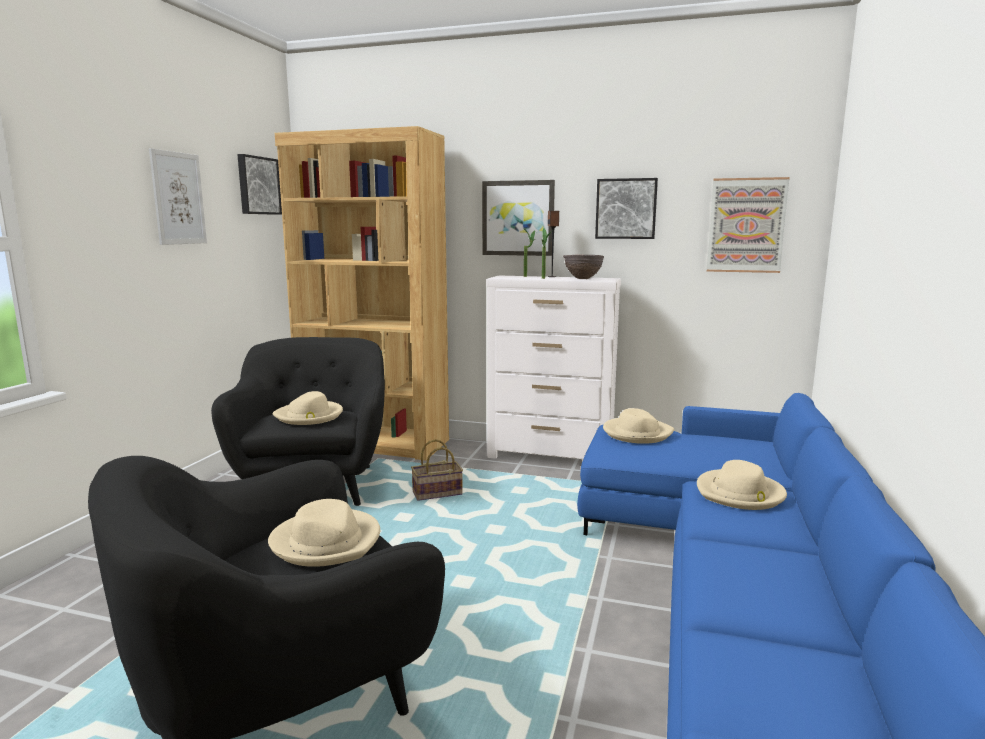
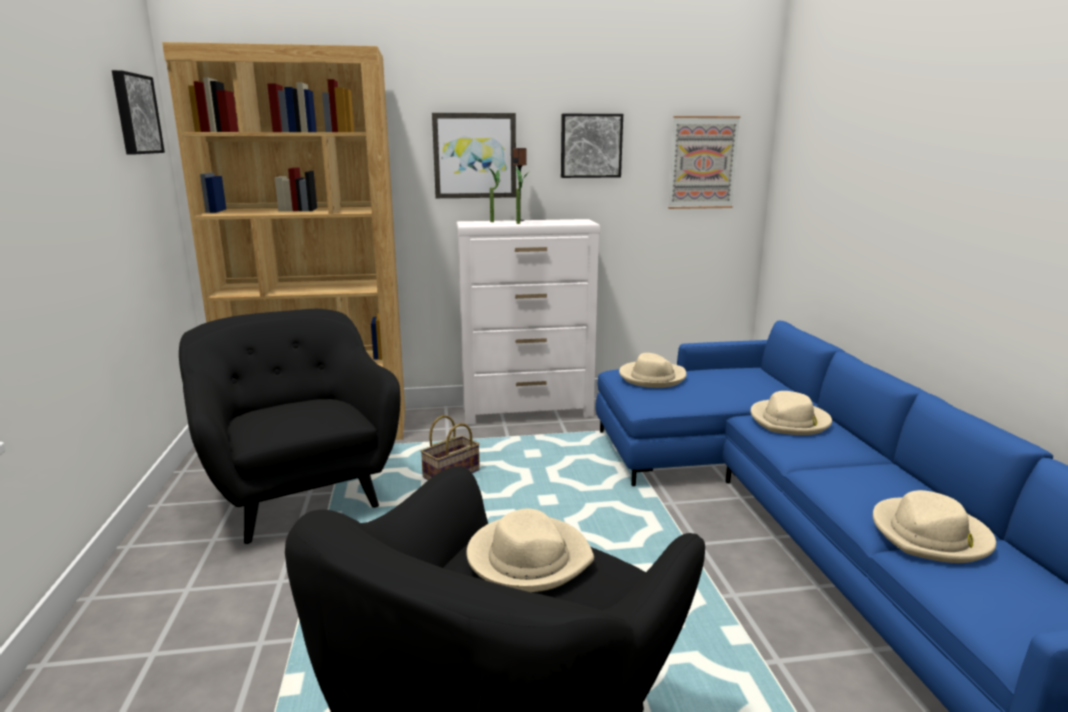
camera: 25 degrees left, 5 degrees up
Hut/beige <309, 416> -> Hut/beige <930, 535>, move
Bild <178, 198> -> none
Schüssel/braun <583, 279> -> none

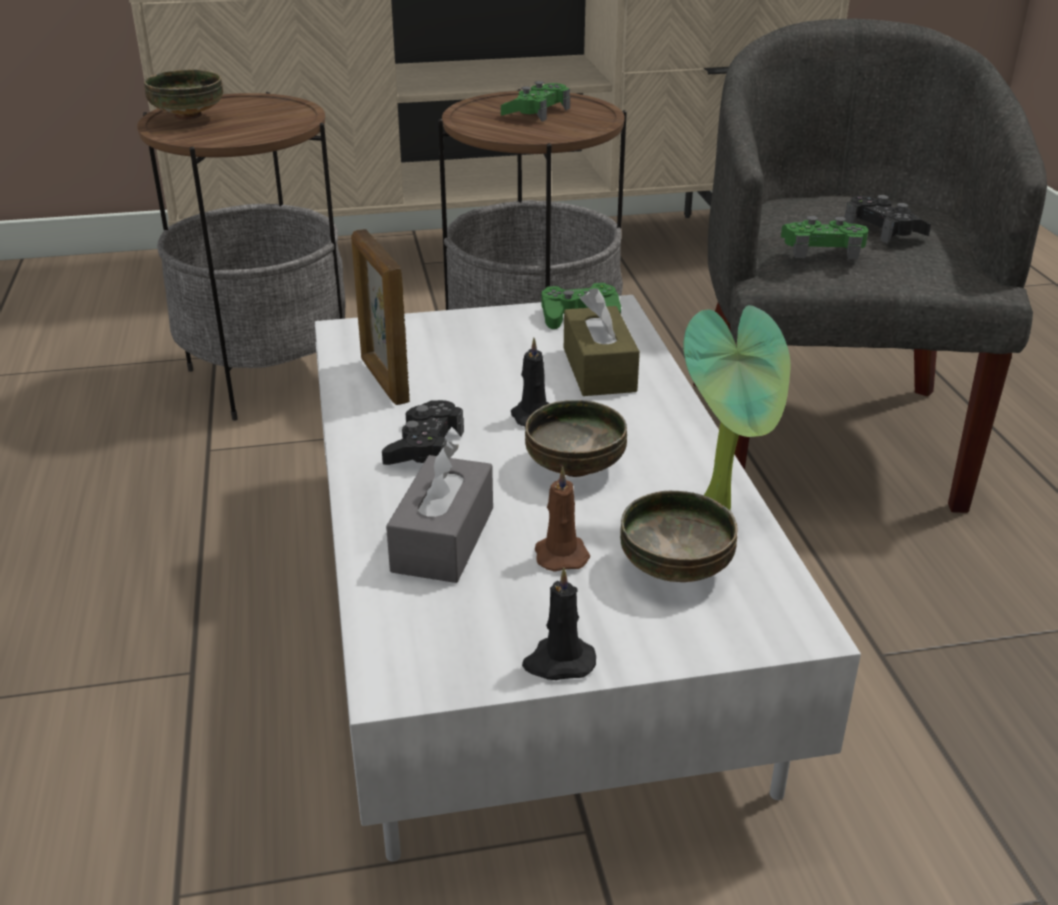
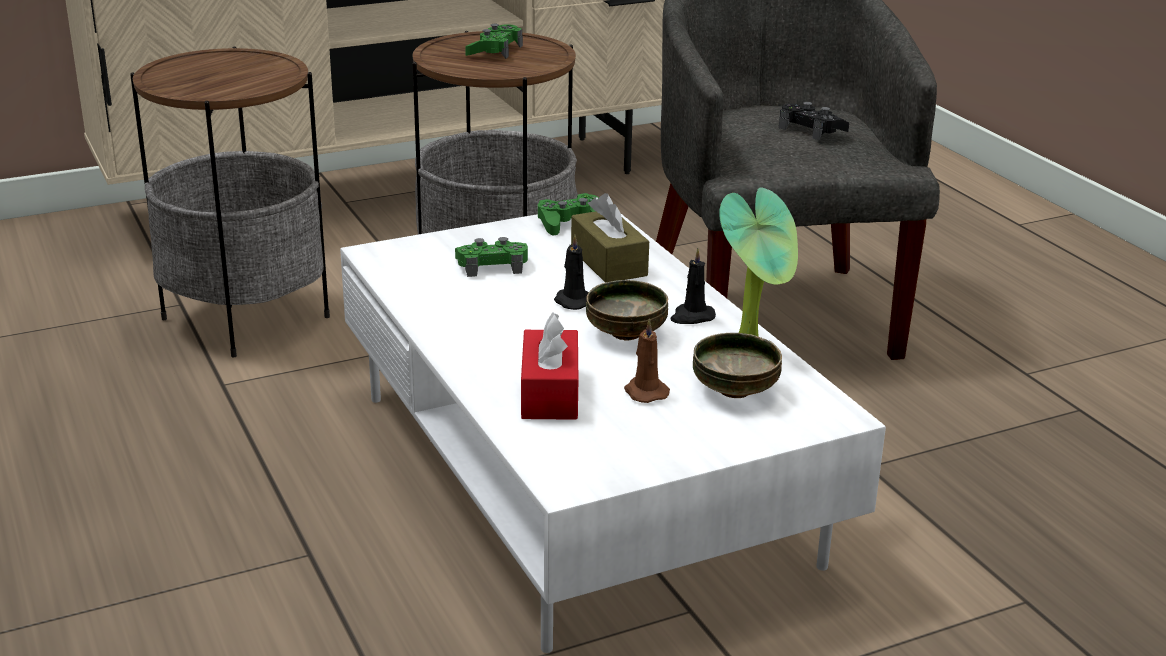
camera: 15 degrees left, 5 degrees down
Gamepad/grün <822, 249> -> Gamepad/grün <492, 266>, move
Taschentuchbox/grau <443, 539> -> Taschentuchbox/rot <550, 393>
Kerze/schwarz <558, 662> -> Kerze/schwarz <692, 317>, move
Schüssel <187, 116> -> none
Bilderrahmen <384, 381> -> none
Gamepad/schwarz <424, 446> -> none

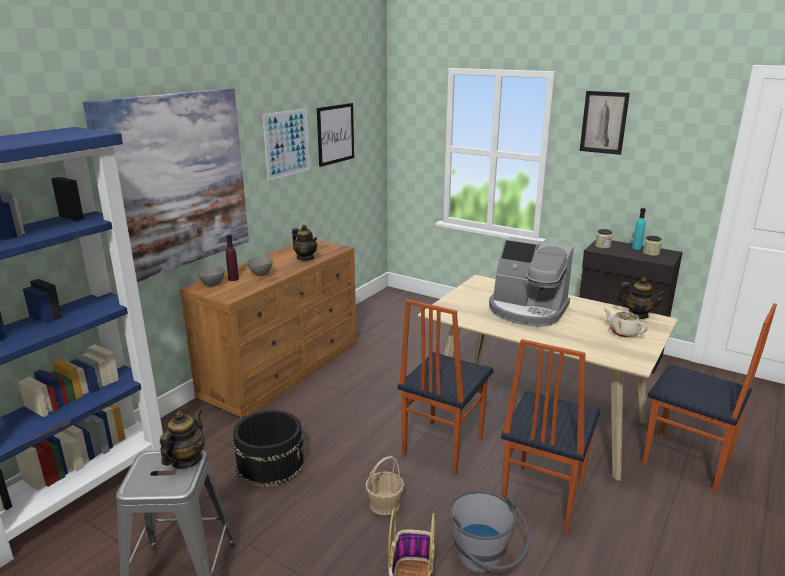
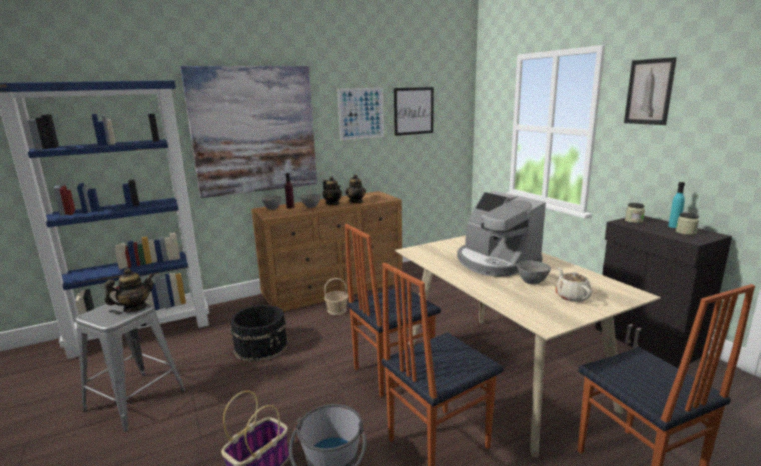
camera: 30 degrees right, 5 degrees down
Teekanne <637, 315> -> Teekanne <333, 204>, move
Korb <385, 504> -> Korb <337, 310>, move
none -> Schüssel/grau <532, 282>

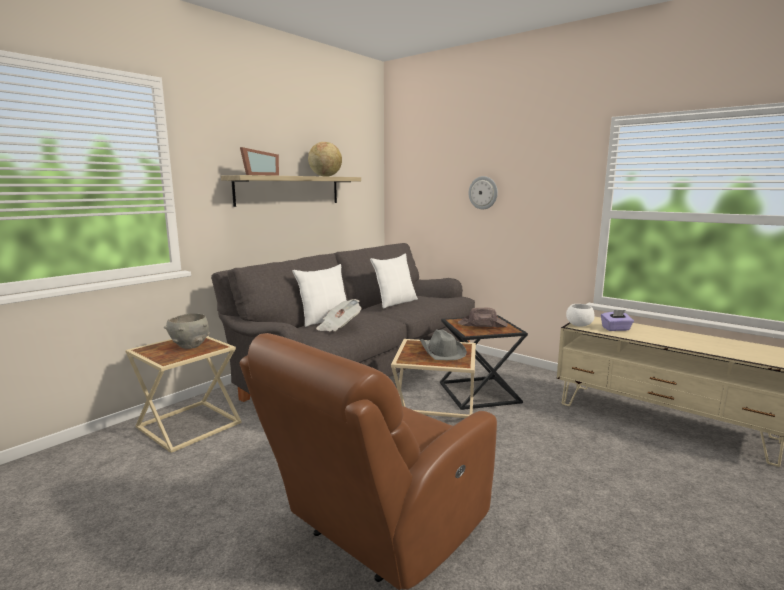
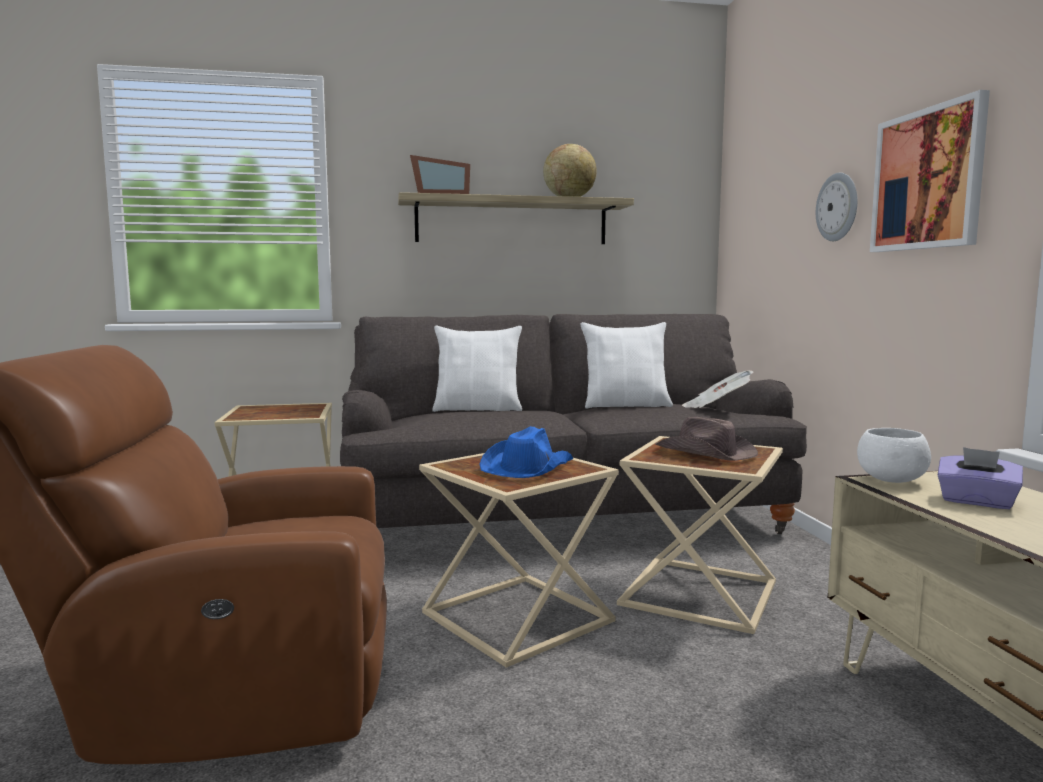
camera: 40 degrees right, 5 degrees down
Hut/grau <441, 352> -> Hut/blau <527, 467>
Beistelltisch/schwarz <480, 393> -> Beistelltisch/beige <700, 596>
Zeitung <339, 327> -> Zeitung <716, 407>, move
none -> Bild <927, 179>
Schüssel/grau <190, 346> -> none

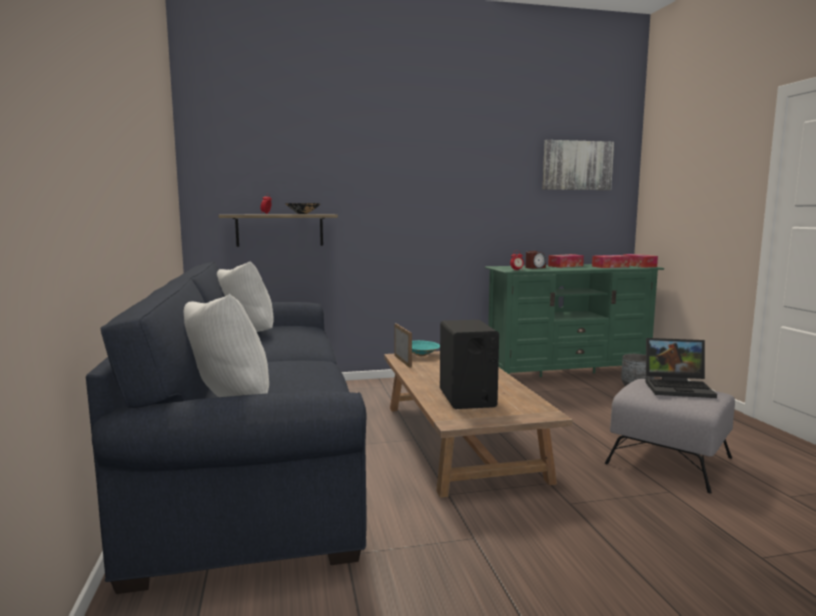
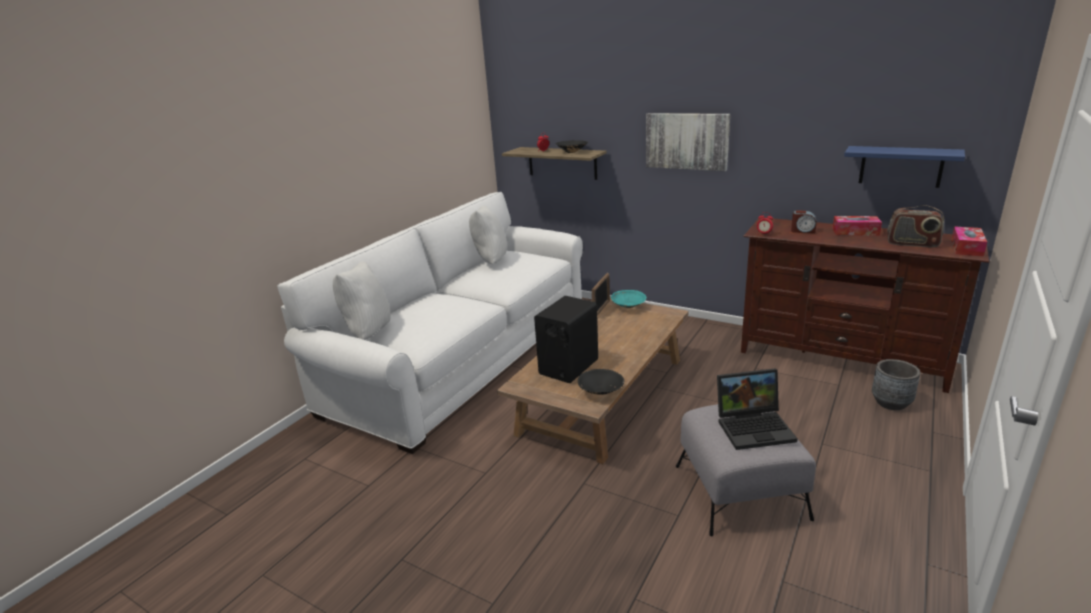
camera: 45 degrees right, 15 degrees up
Sofa/blau <255, 458> -> Sofa/weiß <464, 358>
none -> Schüssel/schwarz <601, 391>
Bild <577, 165> -> Bild <687, 141>, move
Laptop <679, 387> -> Laptop <755, 427>, 60 degrees counterclockwise
Fernsehschrank/grün <567, 374> -> Fernsehschrank/braun <841, 358>
none -> Wandregal/blau <901, 166>
Taschentuchbox <610, 266> -> Radio <912, 244>

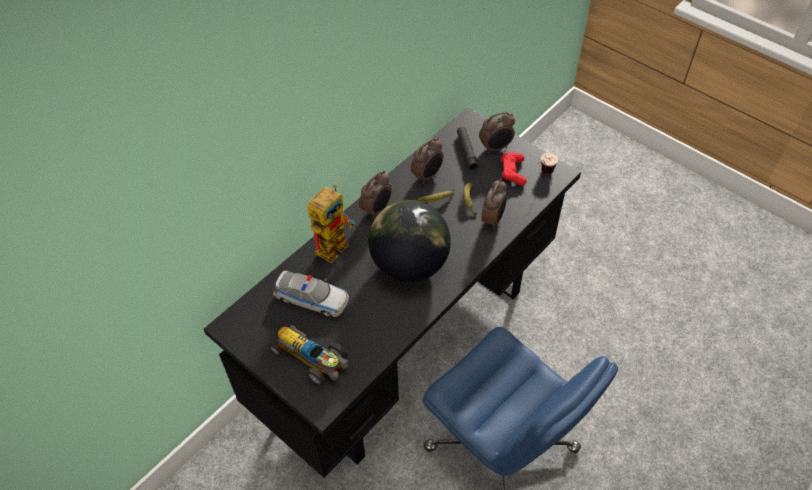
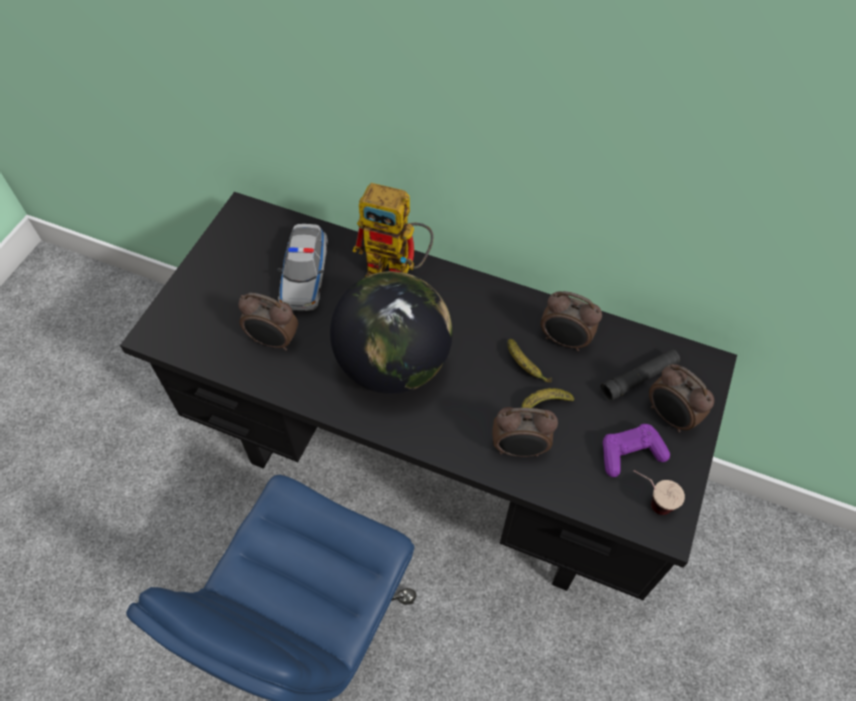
camera: 70 degrees right, 5 degrees up
Wecker <377, 210> -> Wecker <273, 341>, move
Gamepad/rot <512, 172> -> Gamepad/lila <630, 453>
Spielzeugauto <311, 358> -> none

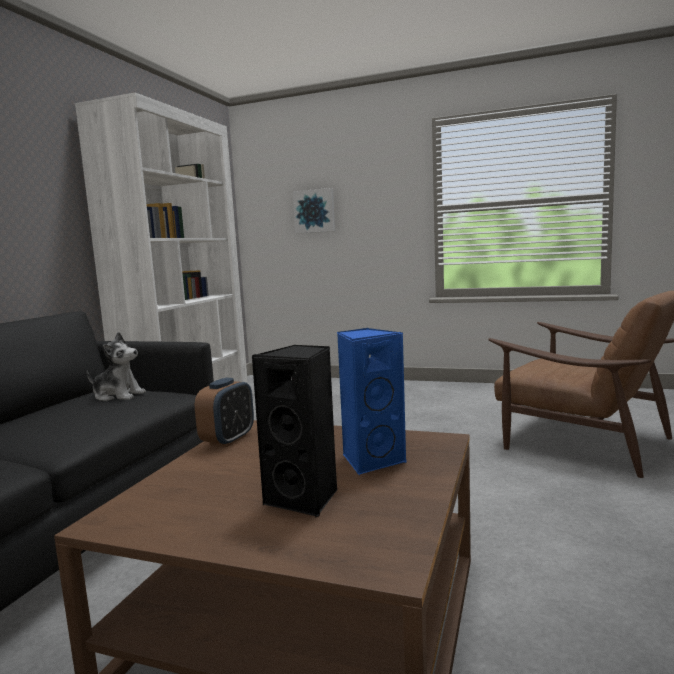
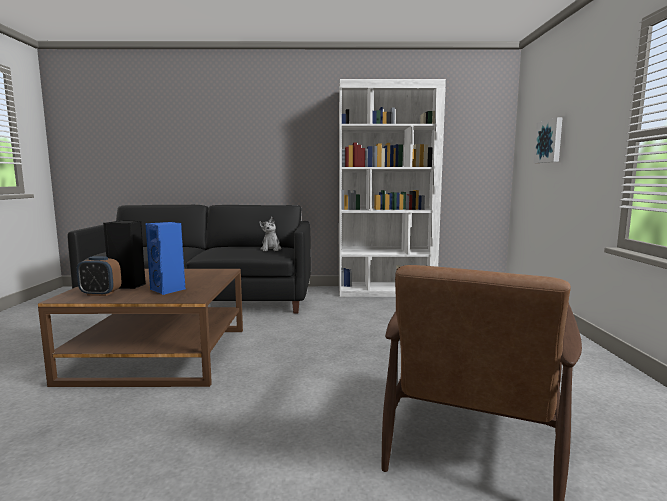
camera: 70 degrees right, 0 degrees up
Wecker <228, 440> -> Wecker <100, 294>, move

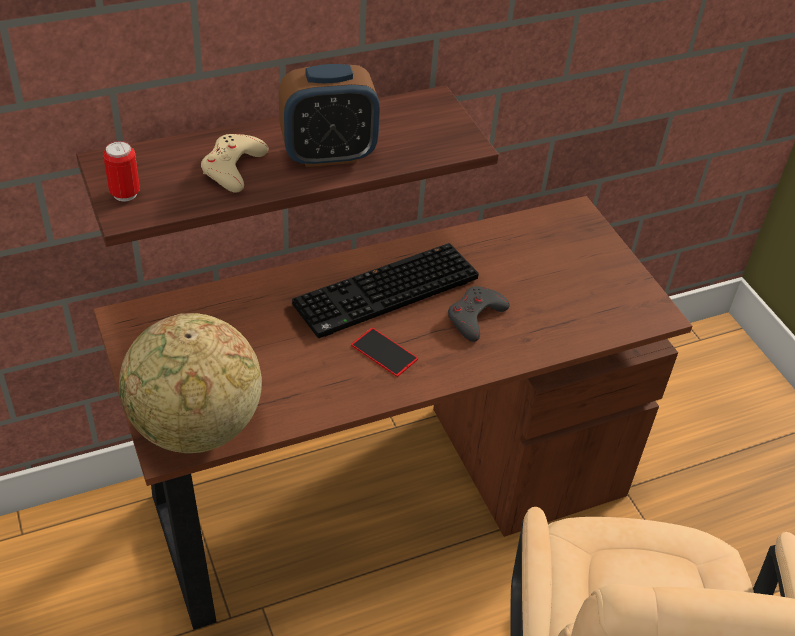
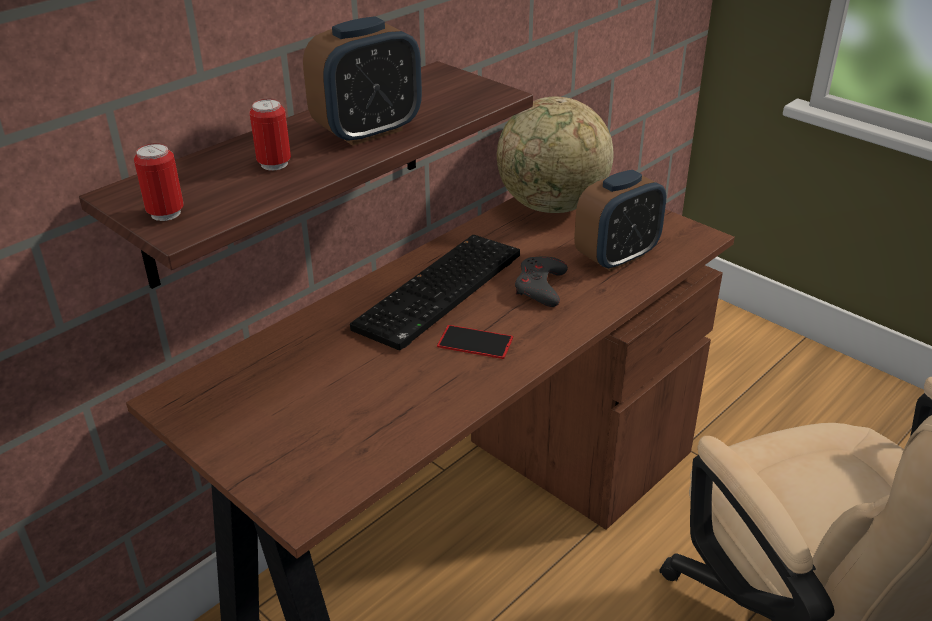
camera: 20 degrees left, 10 degrees down
Gamepad/beige <233, 168> -> Dose <274, 164>
Globus <195, 427> -> Globus <552, 206>, move
none -> Wecker <617, 257>

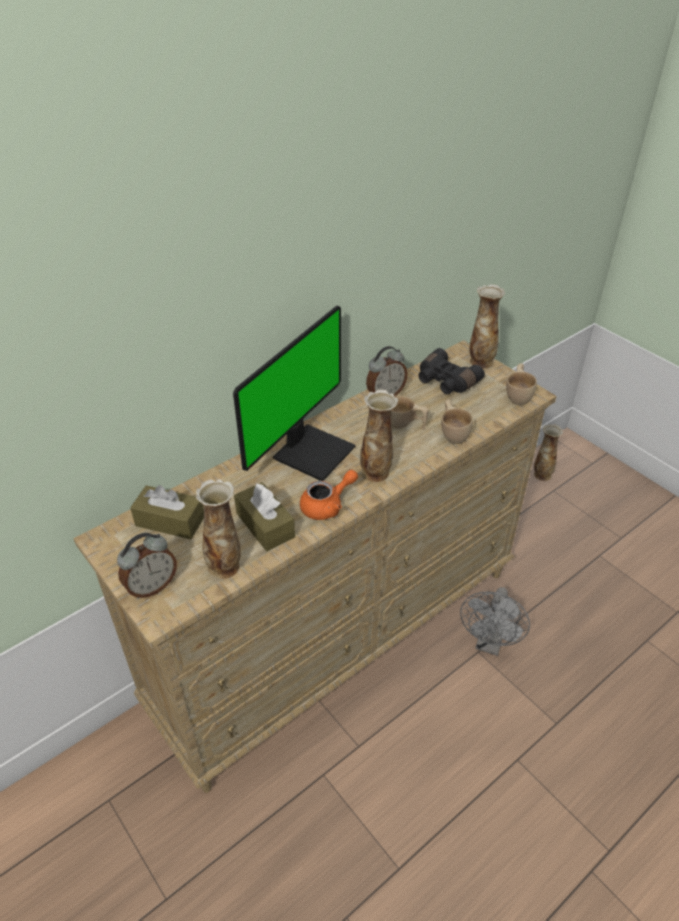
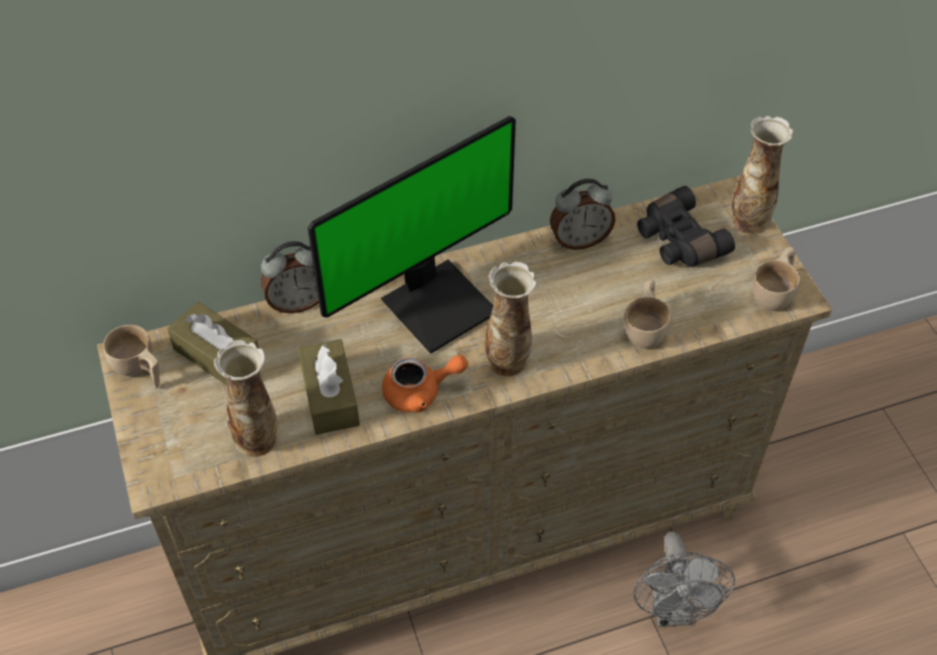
camera: 20 degrees right, 10 degrees up
Tasse/beige <404, 425> -> Tasse/beige <139, 370>, move
Wecker <152, 586> -> Wecker <298, 302>, move
Ventilator/grau <489, 643> -> Ventilator/grau <672, 610>, 45 degrees counterclockwise
Vase <542, 474> -> none

